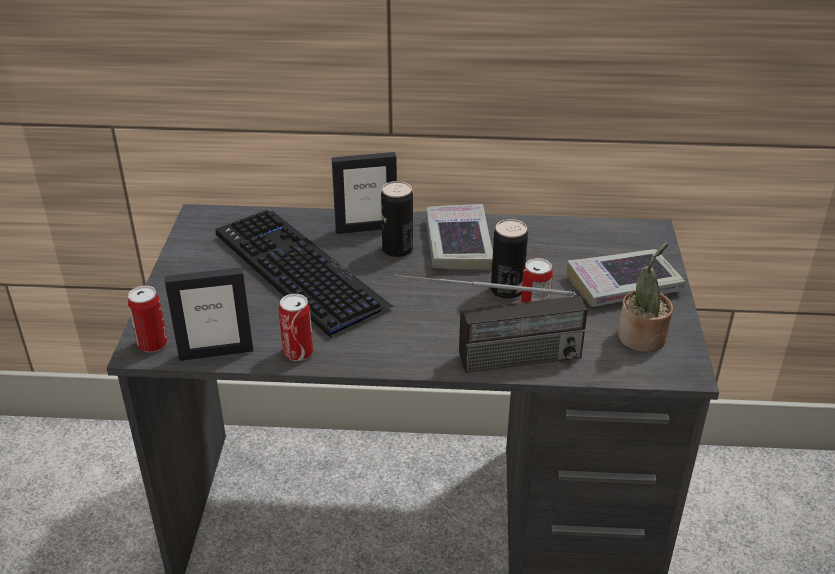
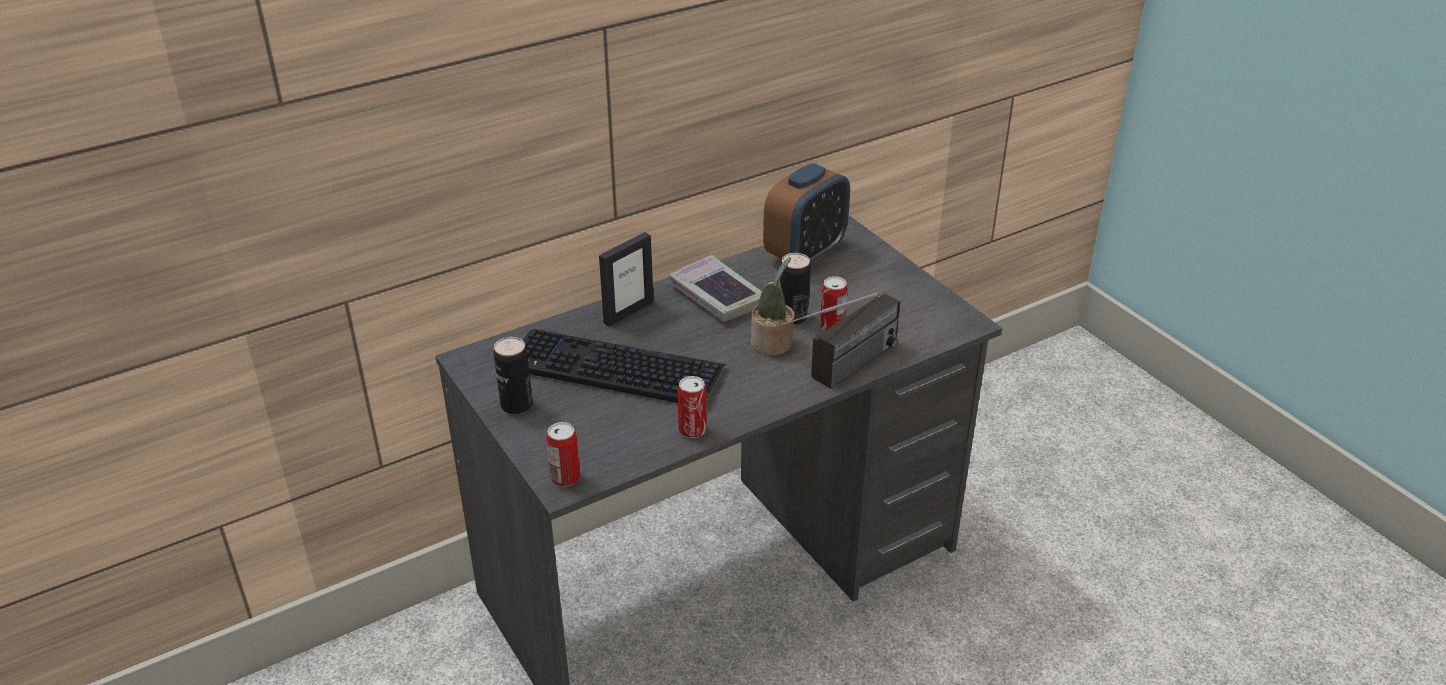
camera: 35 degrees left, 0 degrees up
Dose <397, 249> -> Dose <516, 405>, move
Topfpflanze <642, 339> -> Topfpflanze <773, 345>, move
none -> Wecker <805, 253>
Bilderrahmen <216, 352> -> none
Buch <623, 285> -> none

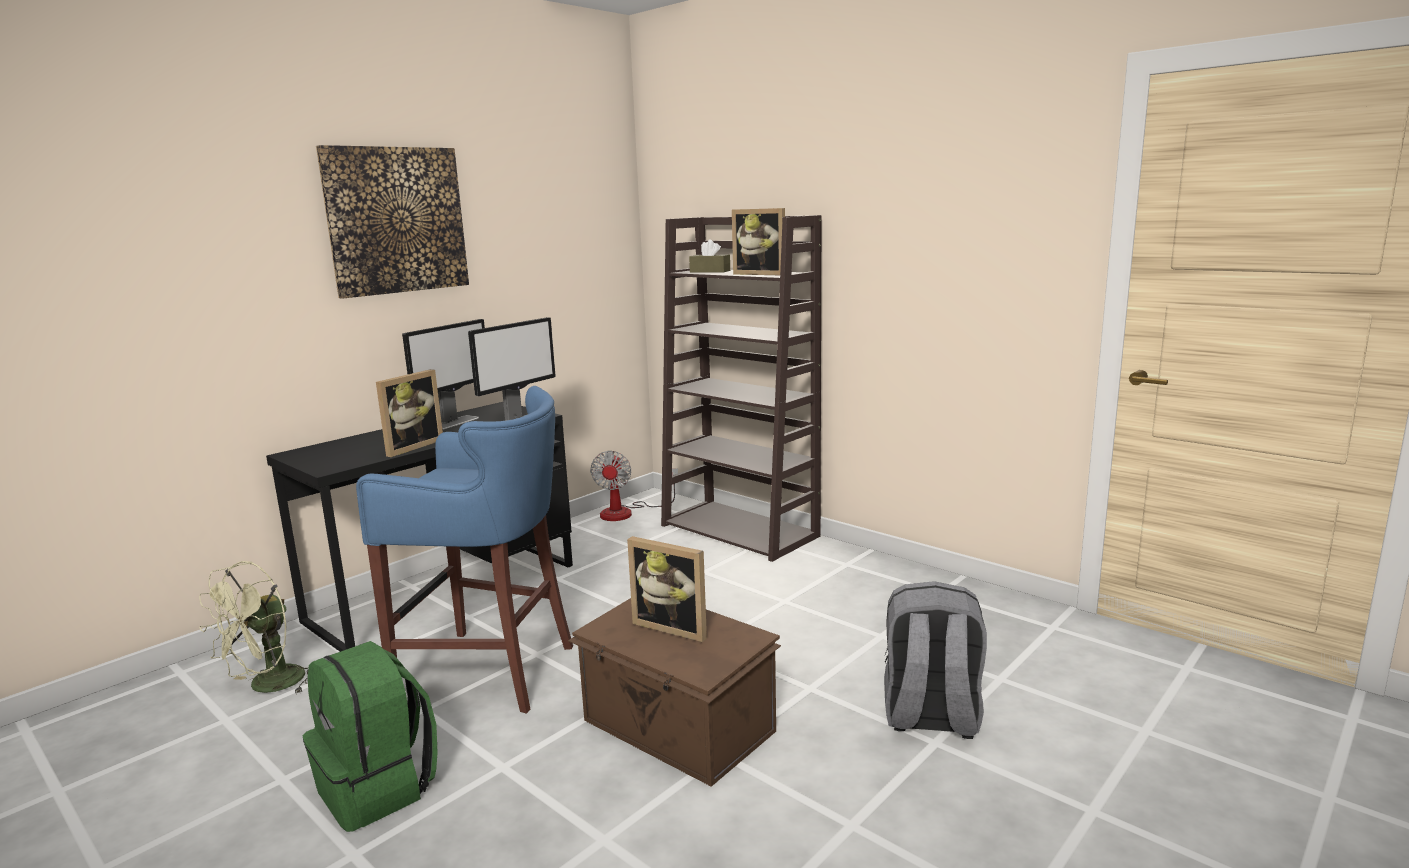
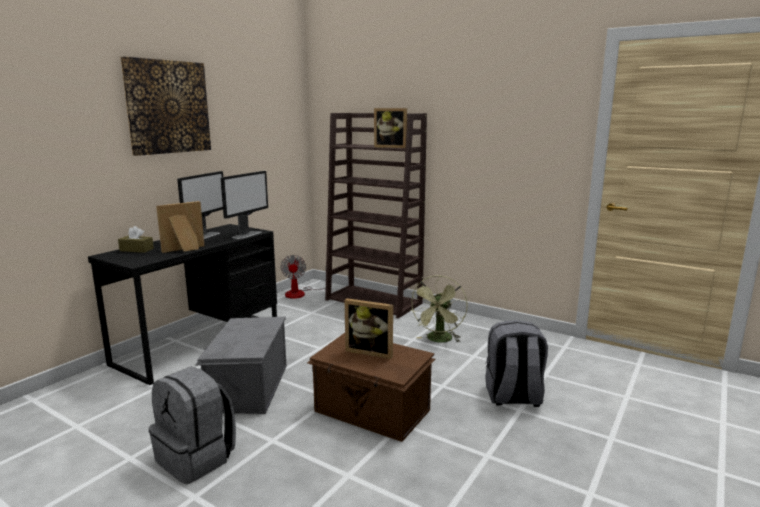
camera: 10 degrees left, 0 degrees up
Taschentuchbox/braun <710, 271> -> Taschentuchbox/braun <136, 250>, move
Rucksack/grün <379, 788> -> Rucksack/grau <197, 458>
Bilderrahmen <410, 447> -> Bilderrahmen <185, 250>, 150 degrees counterclockwise
Hocker/blau <493, 672> -> Aufbewahrungsbox/grau <247, 388>
Ventilator/grün <268, 686> -> Ventilator/grün <439, 340>, move

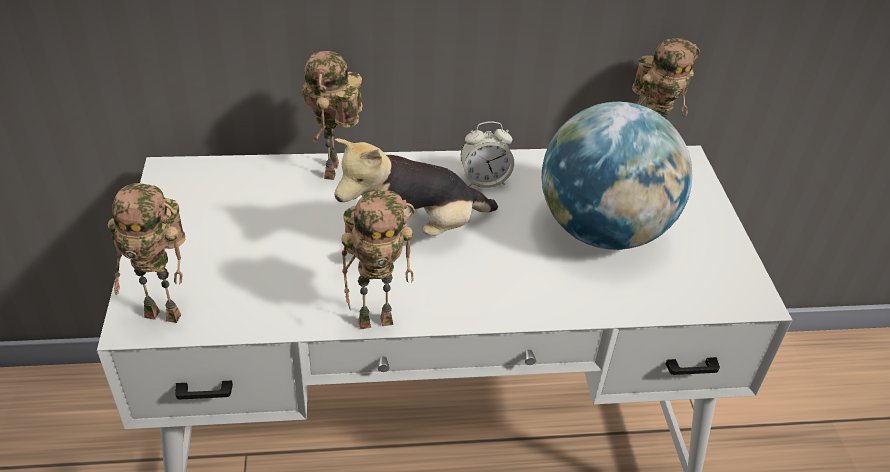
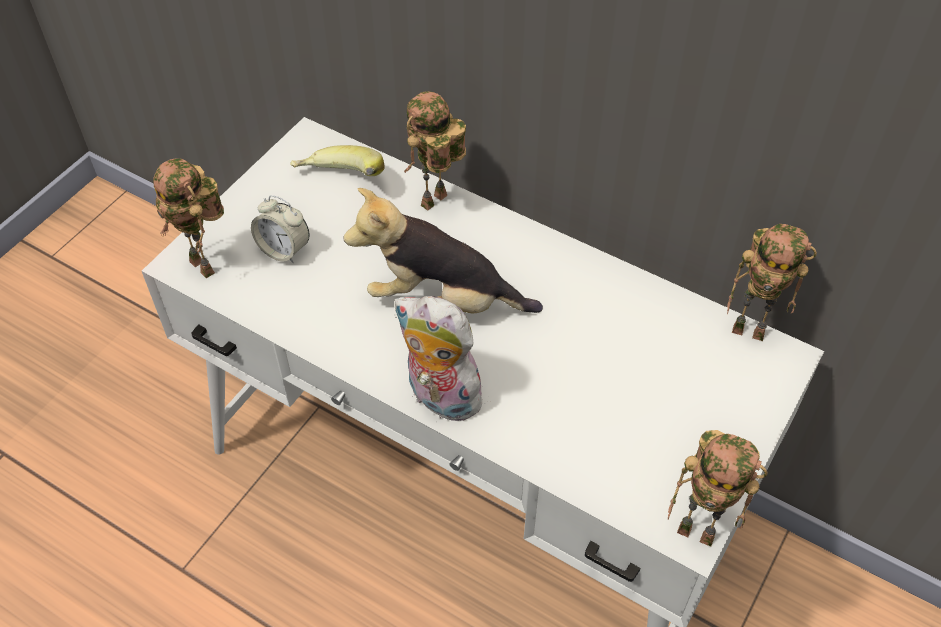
camera: 40 degrees right, 10 degrees up
Wecker <484, 180> -> Wecker <284, 250>, move
none -> Banane <339, 183>
none -> Plüschtier <439, 397>
Spielzeugroboter <377, 319> -> Spielzeugroboter <699, 531>, move
Globus <603, 231> -> none

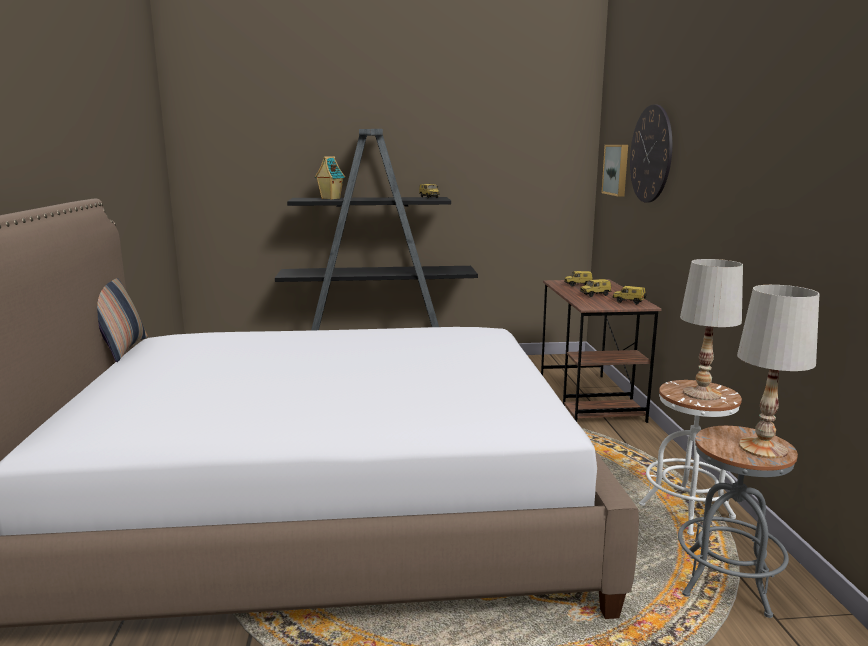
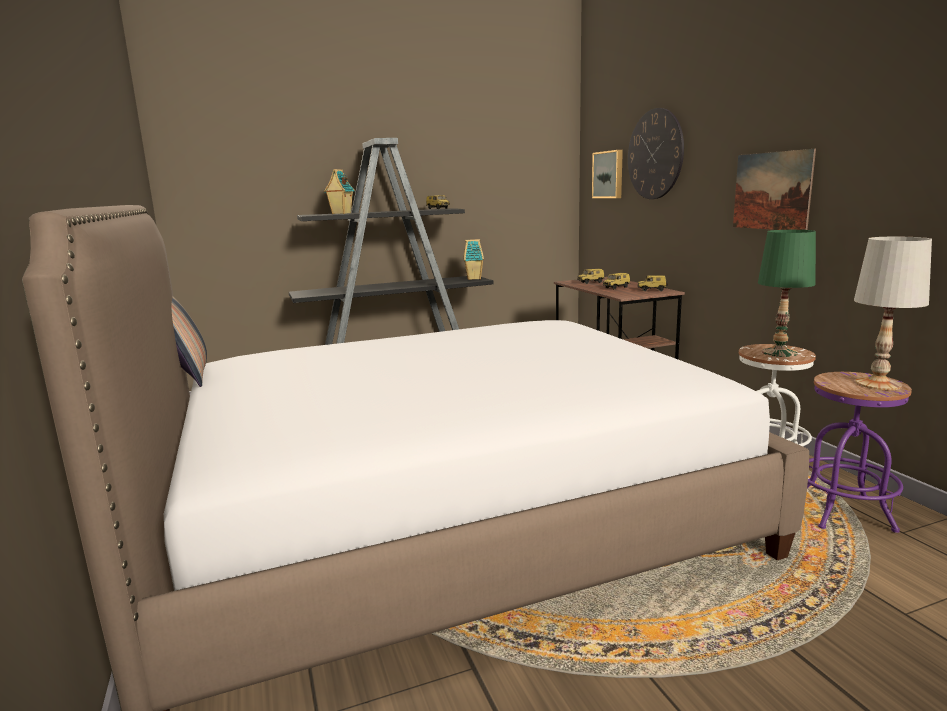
camera: 15 degrees left, 0 degrees up
none -> Spielzeughaus <474, 278>
none -> Bild <771, 191>
Tischlampe/weiß <701, 393> -> Tischlampe/grün <778, 352>
Hocker/grau <726, 583> -> Hocker/lila <843, 512>

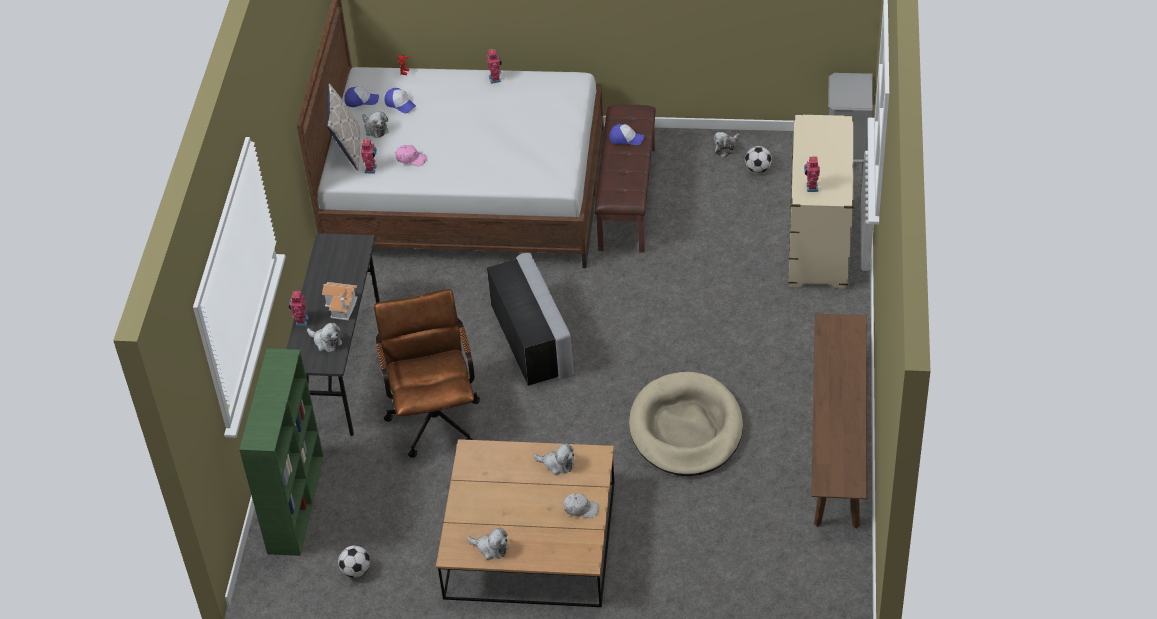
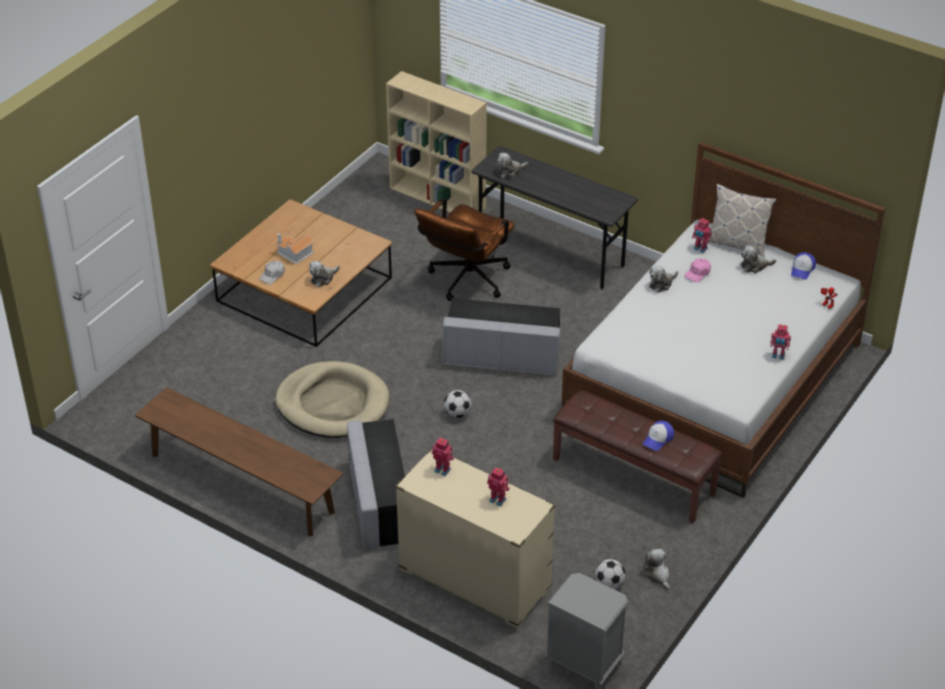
camera: 115 degrees right, 5 degrees down
Spielzeughaus <342, 306> -> Spielzeughaus <294, 254>, move
none -> Polsterhocker/grau <379, 503>
Bücherregal/grün <296, 502> -> Bücherregal/beige <438, 198>
Bürostuhl/braun <434, 415> -> Bürostuhl/braun <465, 282>, 105 degrees clockwise
Fußball <356, 571> -> Fußball <457, 413>, move
Spielzeugroboter <300, 321> -> Spielzeugroboter <498, 499>, move
Plüschtier <491, 548> -> Plüschtier <661, 283>, move
Kappe <400, 104> -> none

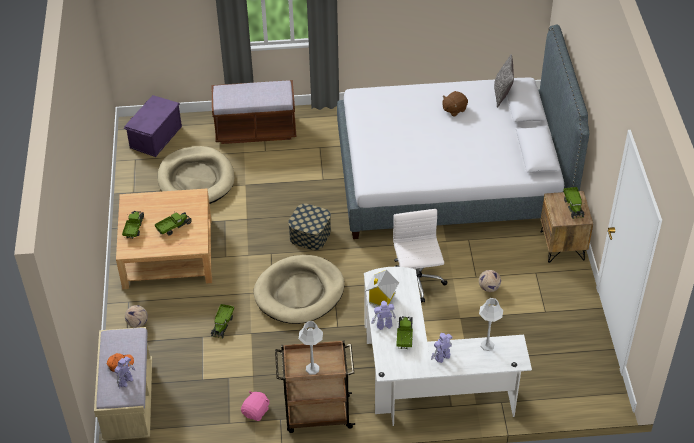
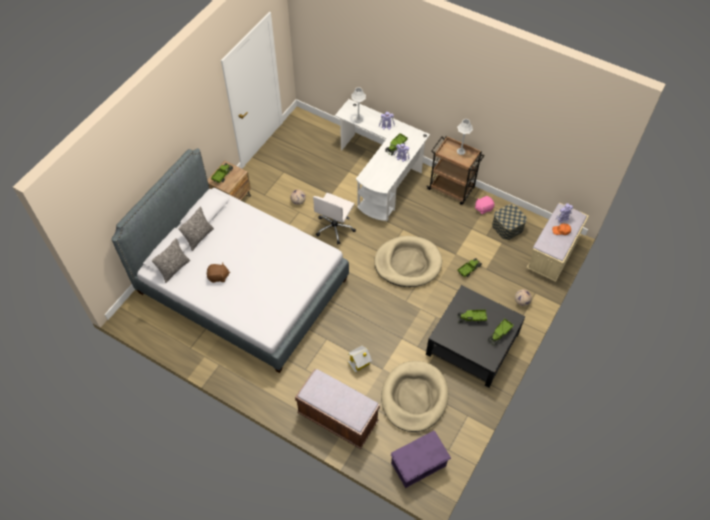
camera: 145 degrees left, 10 degrees up
none -> Kissen <199, 237>
Spielzeughaus <381, 298> -> Spielzeughaus <359, 363>, move
Couchtisch/beige <168, 253> -> Couchtisch/schwarz <472, 343>
Aufbewahrungsbox <310, 235> -> Aufbewahrungsbox <507, 227>, move

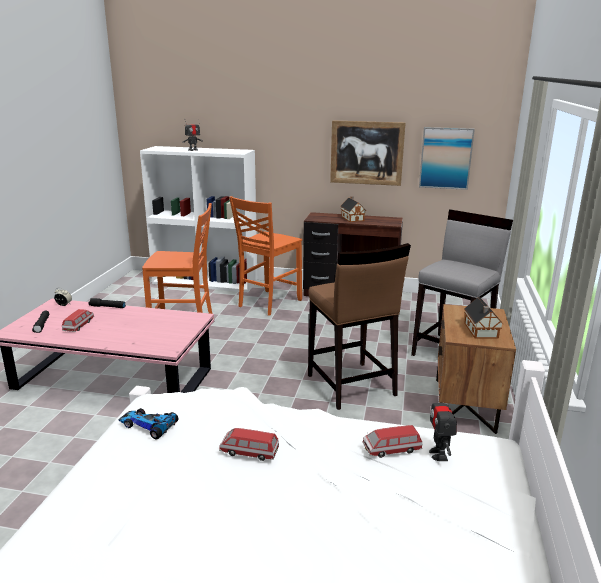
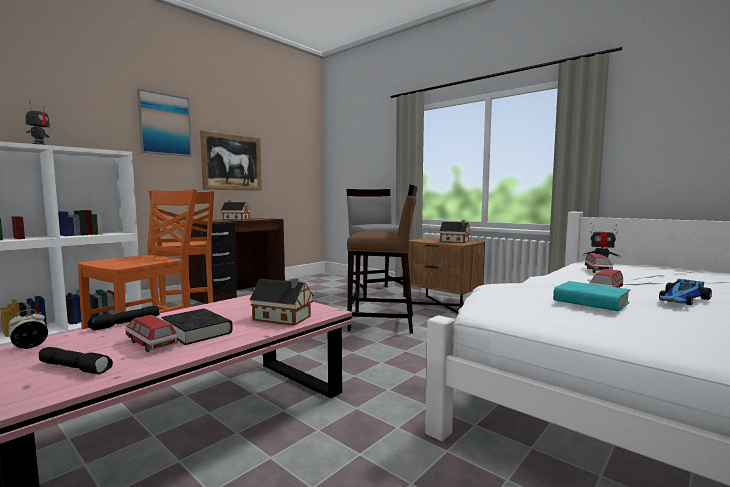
camera: 60 degrees left, 15 degrees down
Bild <445, 158> -> Bild <165, 124>, move
none -> Buch/schwarz <197, 331>
none -> Spielzeughaus <284, 318>
none -> Buch/türkis <590, 302>
Spielzeugauto <148, 426> -> Spielzeugauto <681, 299>, move

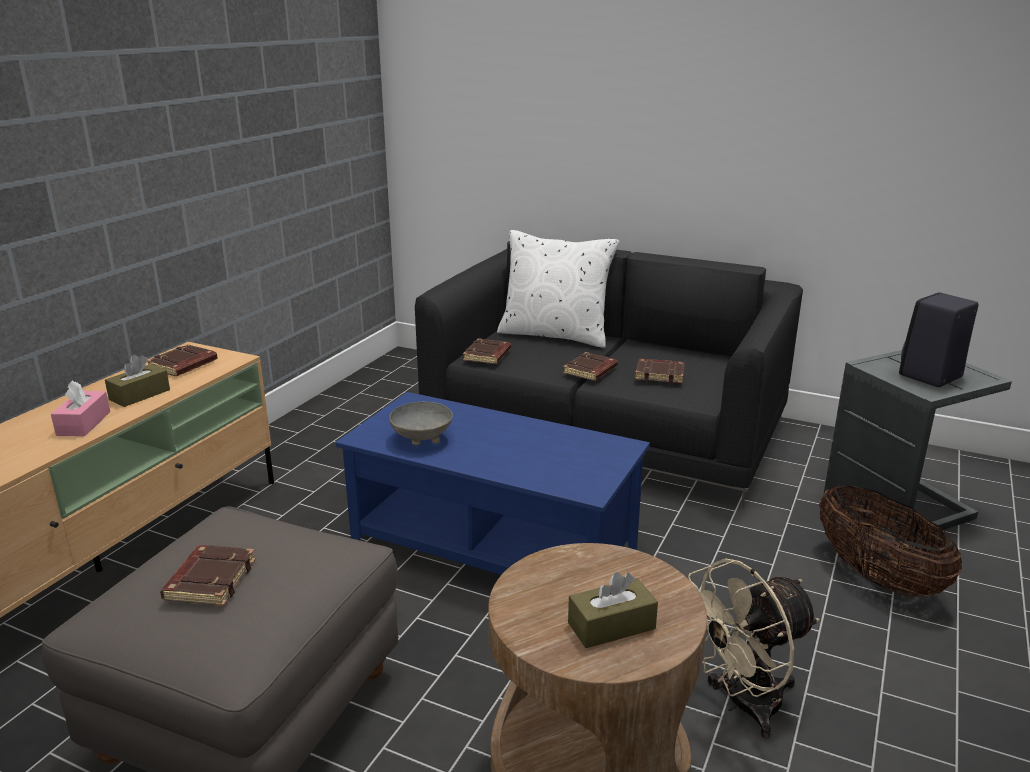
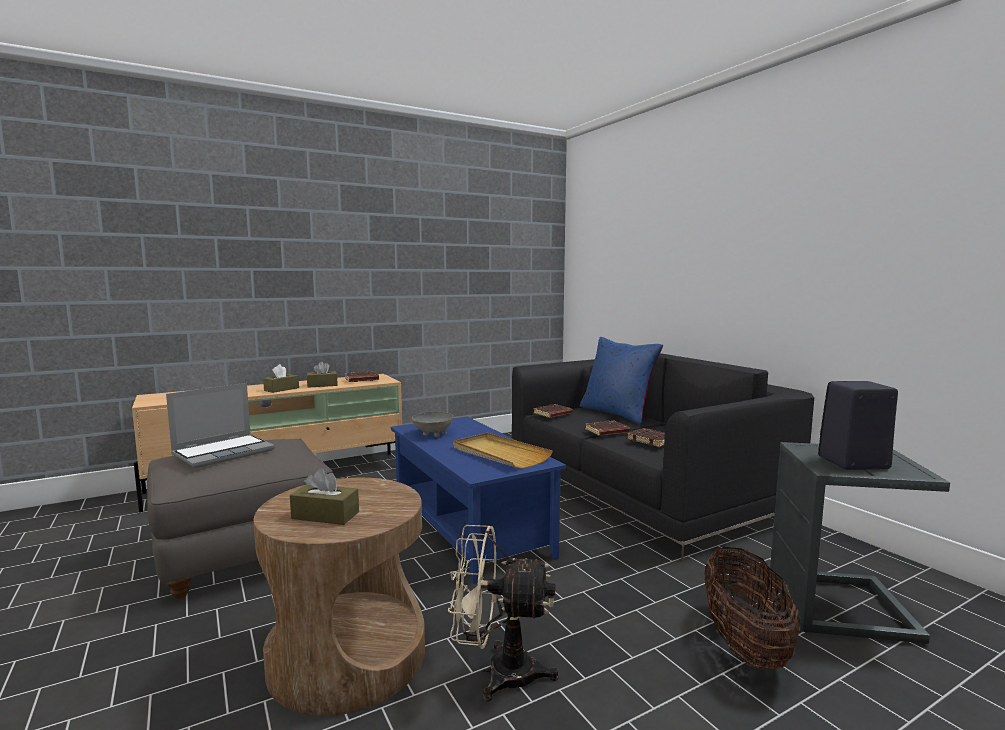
camera: 35 degrees right, 15 degrees down
Buch/braun <210, 580> -> Laptop <224, 452>
Taschentuchbox/rosa <84, 423> -> Taschentuchbox/braun <281, 389>
none -> Tablett/beige <499, 454>
Kissen/weiß <555, 334> -> Kissen/blau <617, 413>

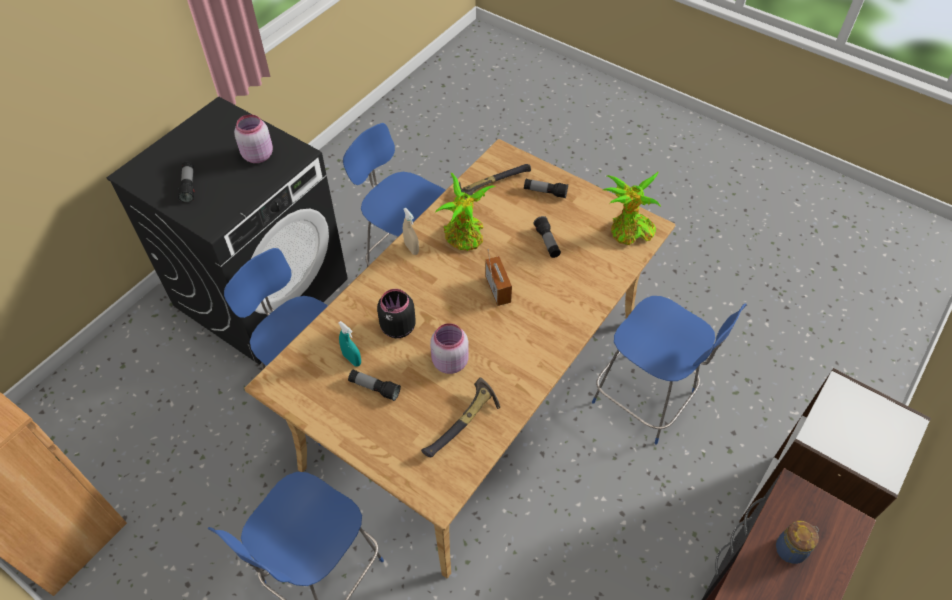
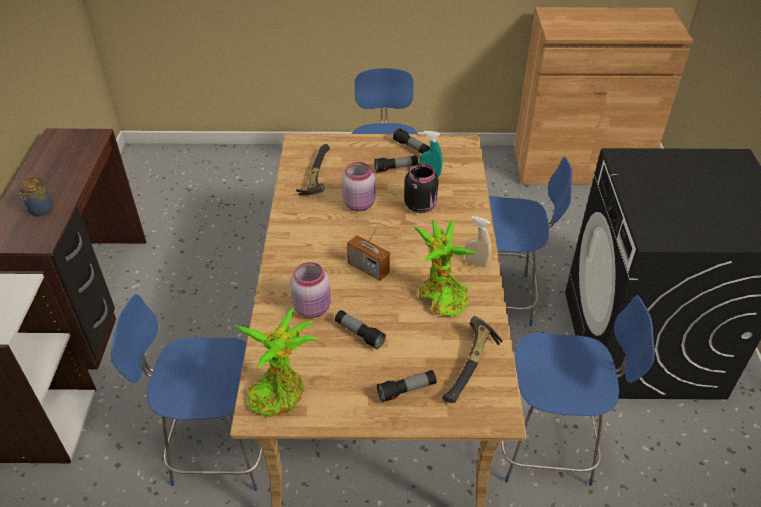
camera: 145 degrees right, 10 degrees down
Vorratsglas/rosa <257, 155> -> Vorratsglas/rosa <313, 308>, move
Taschenlampe <189, 186> -> Taschenlampe <411, 147>, move

